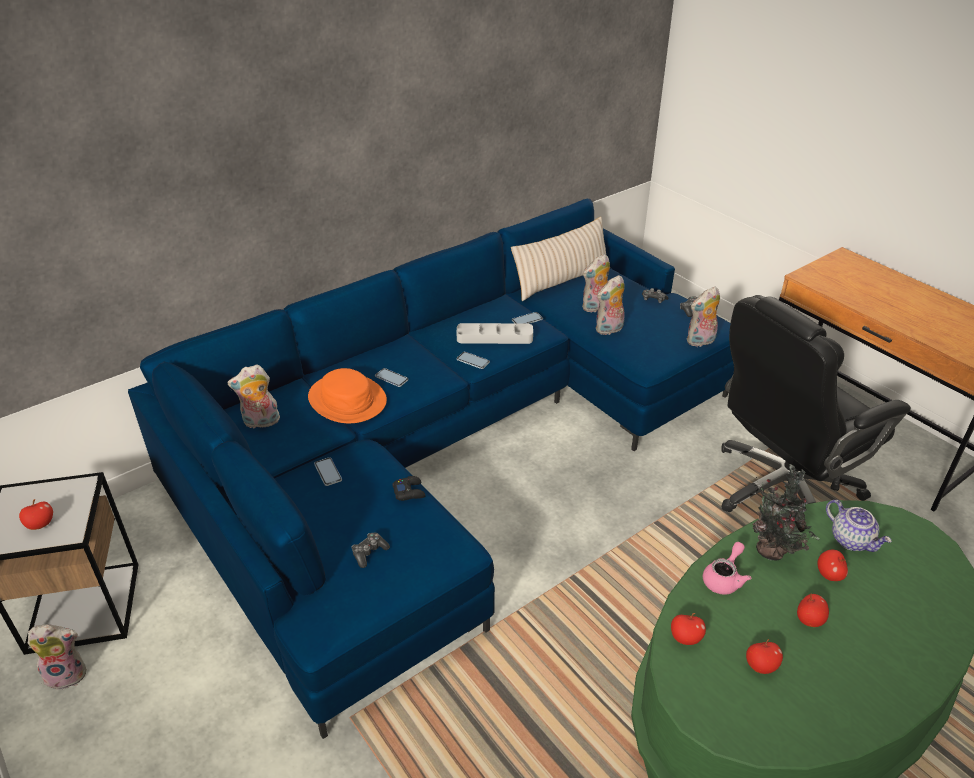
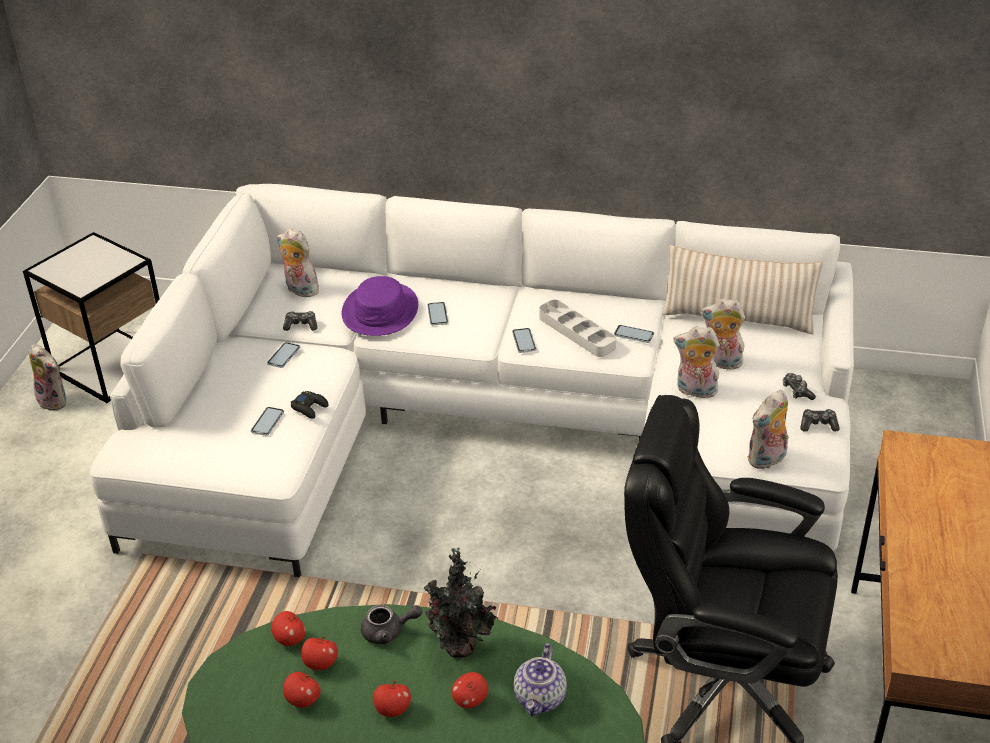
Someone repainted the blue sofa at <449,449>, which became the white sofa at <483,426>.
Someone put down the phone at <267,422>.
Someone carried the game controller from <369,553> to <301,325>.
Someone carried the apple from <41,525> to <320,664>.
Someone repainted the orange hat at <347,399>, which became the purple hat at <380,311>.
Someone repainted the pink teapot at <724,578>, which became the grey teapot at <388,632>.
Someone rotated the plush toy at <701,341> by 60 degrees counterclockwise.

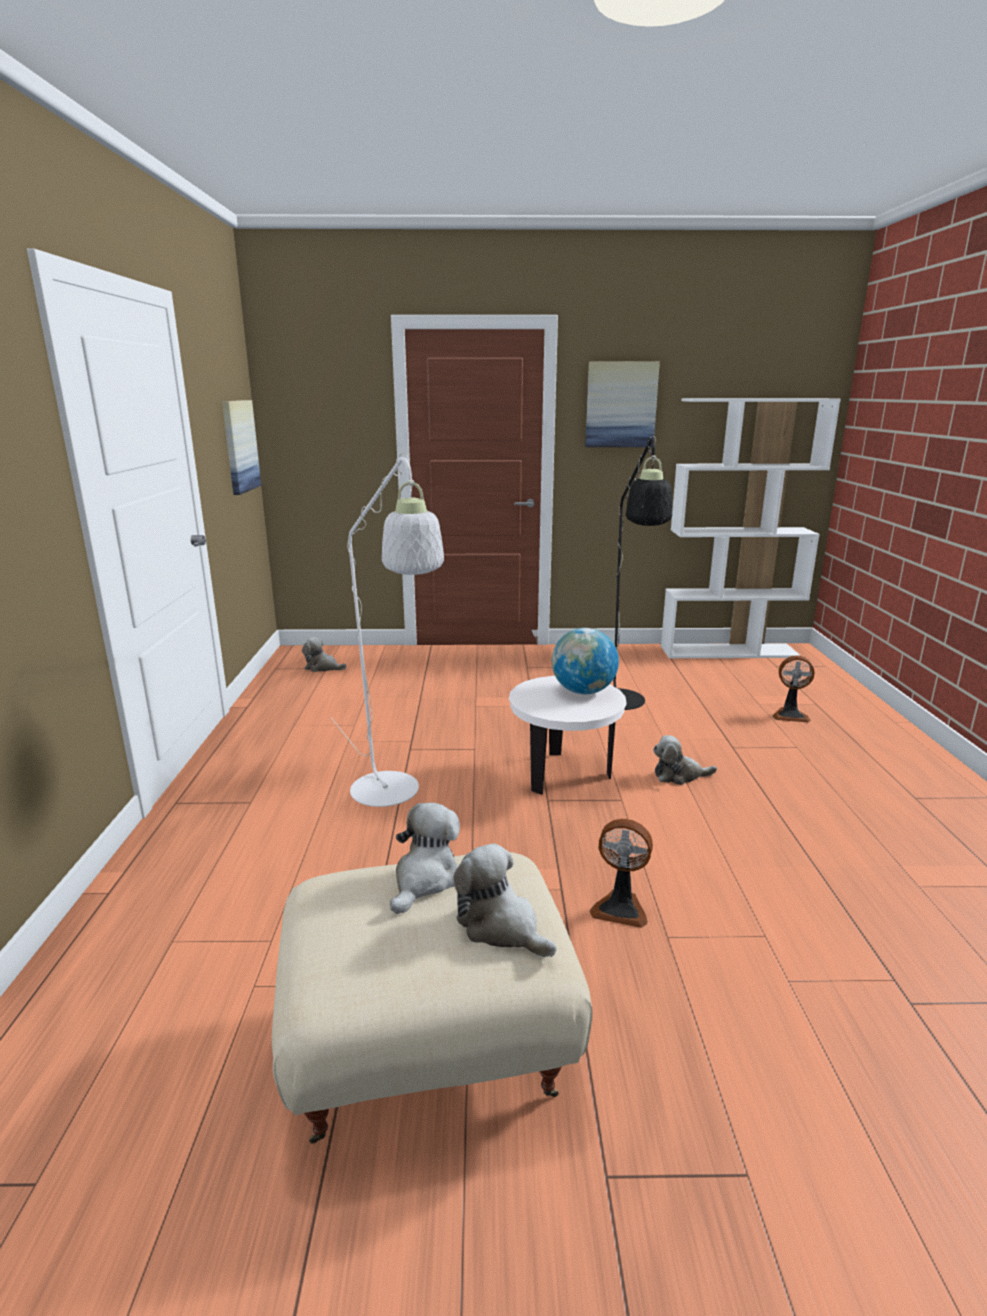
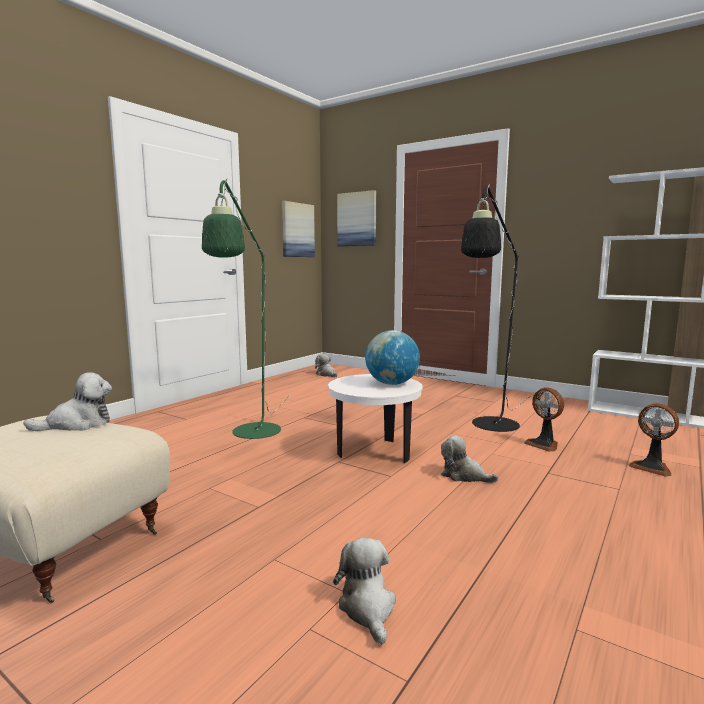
Someone repainted the white floor lamp at <392,797>, which became the green floor lamp at <253,435>.
Someone carried the plush toy from <501,926> to <368,608>.
Someone carried the picture from <621,405> to <357,219>.
Someone carried the fan from <620,908> to <544,444>.

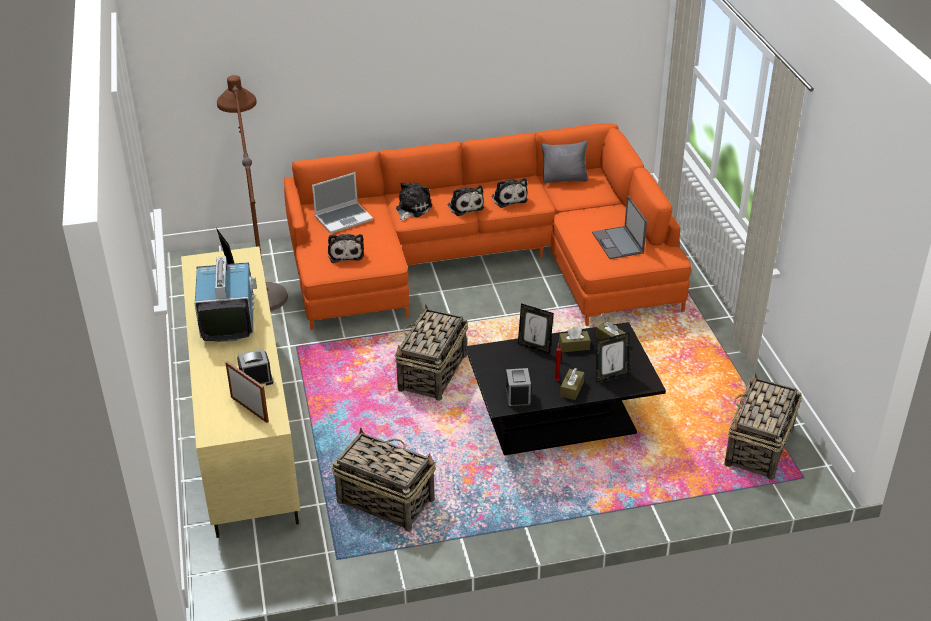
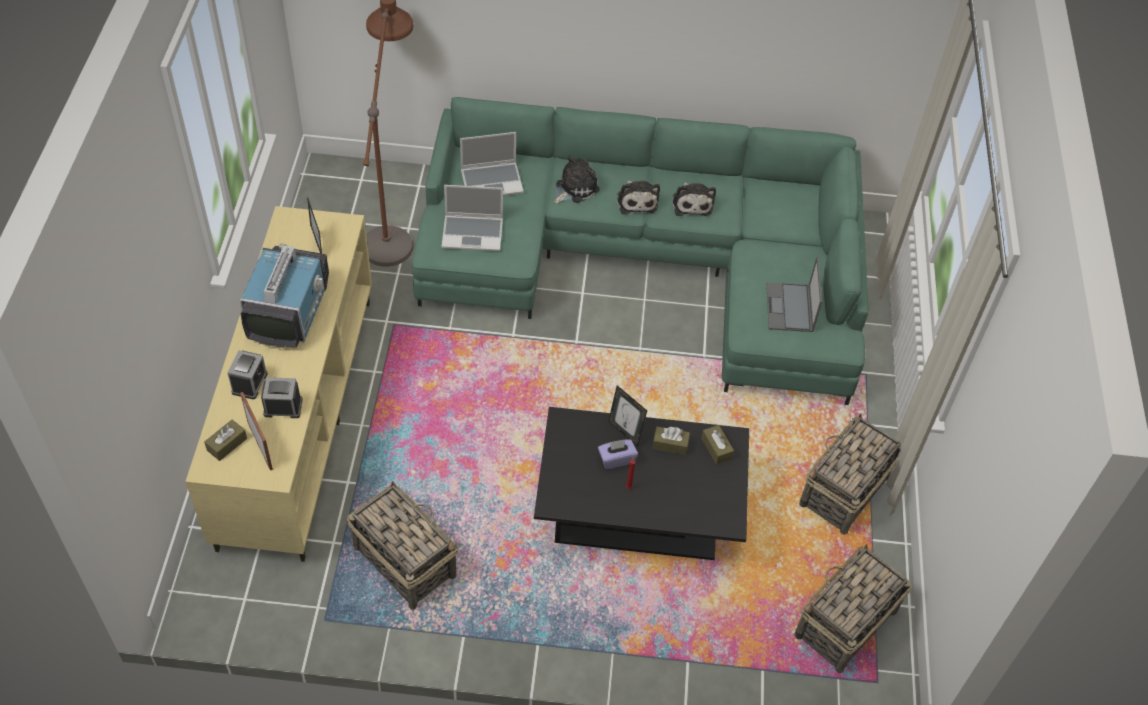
Someone carried the brown tissue box from <571,389> to <227,444>.
Someone carried the alarm clock from <517,397> to <249,383>.
Someone repainted the orange sofa at <486,260>, which became the green sofa at <652,263>.
Someone swapped the plush toy at <346,253> for the laptop at <473,233>.
Someone put down the purple tissue box at <616,459>.
Someone carried the basket from <432,373> to <844,491>.
Someone took away the grey pillow at <564,179>.
Someone took away the picture frame at <611,376>.

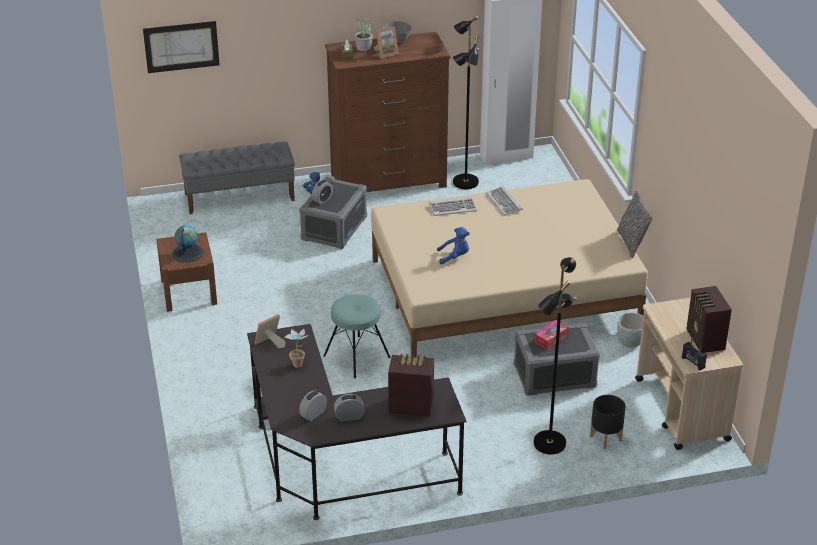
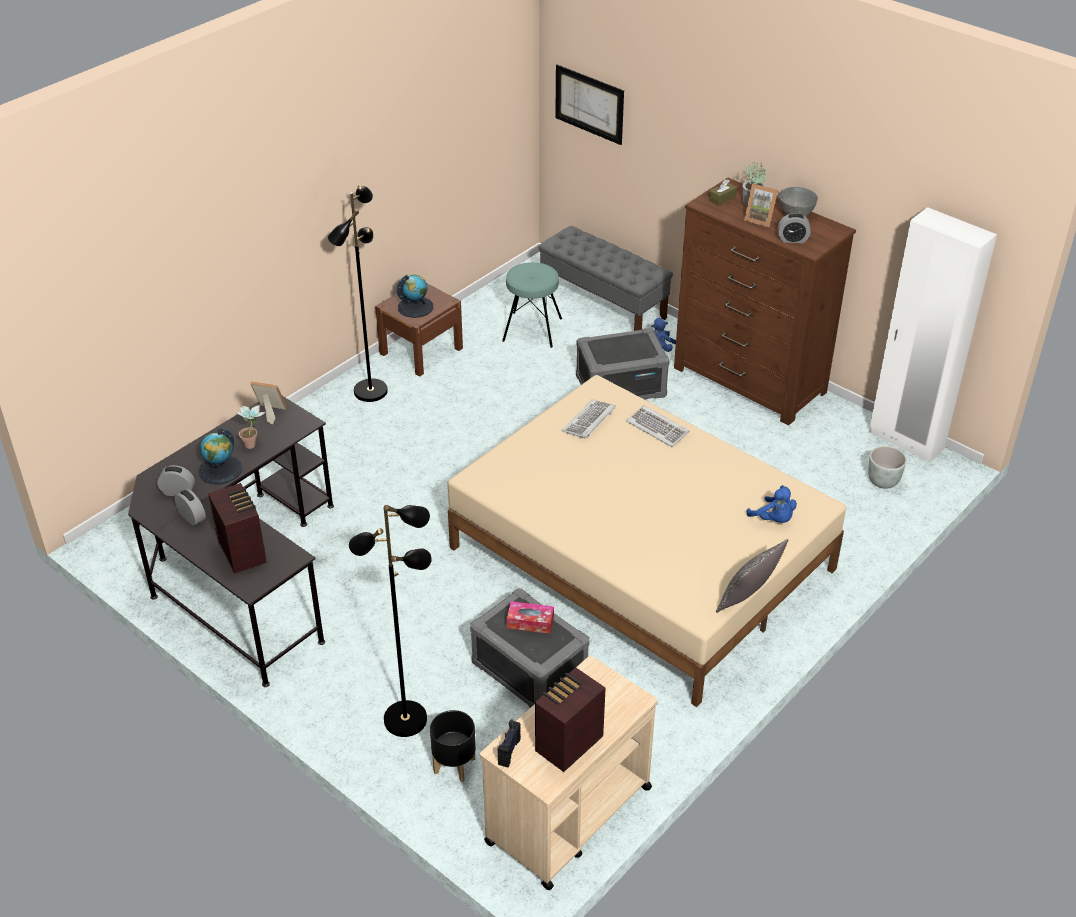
Someone put down the globe at <220,470>.
Someone carried the black floor lamp from <464,182> to <369,391>.
Someone carried the turquoise stool from <357,357> to <532,330>.
Someone carried the keyboard from <504,202> to <589,421>.
Someone carried the blue plush toy from <454,257> to <773,519>.
Someone carried the alarm clock from <322,199> to <792,239>.
Someone carried the grey planter from <630,342> to <883,482>.

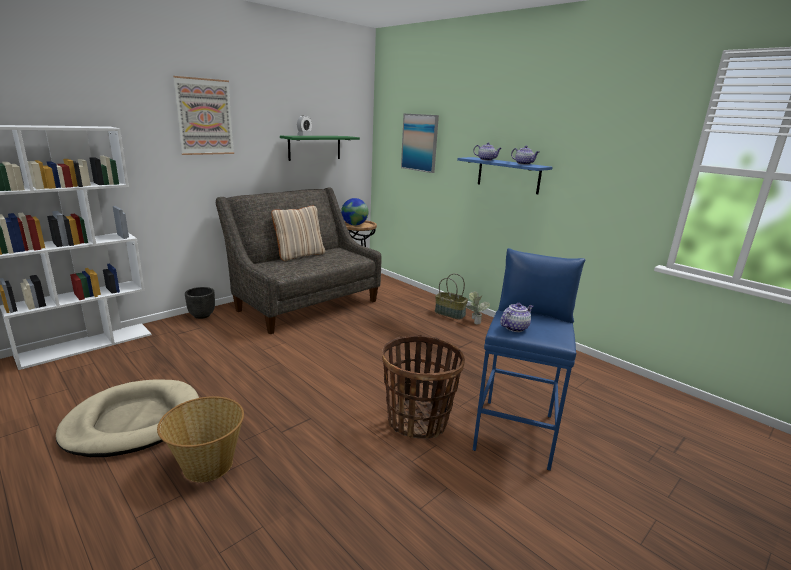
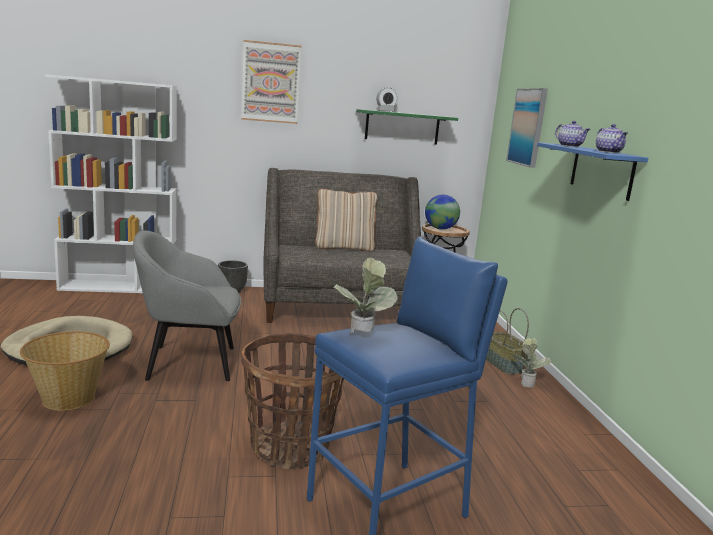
Someone put down the grey armchair at <189,363>.
Someone swapped the teapot at <515,327> for the potted plant at <362,336>.

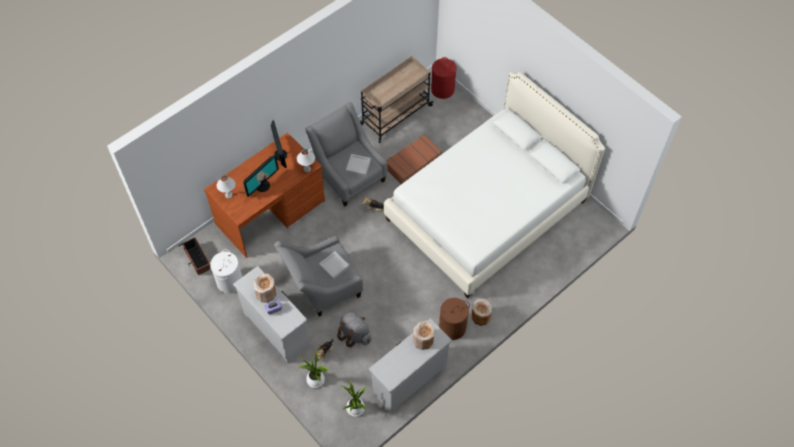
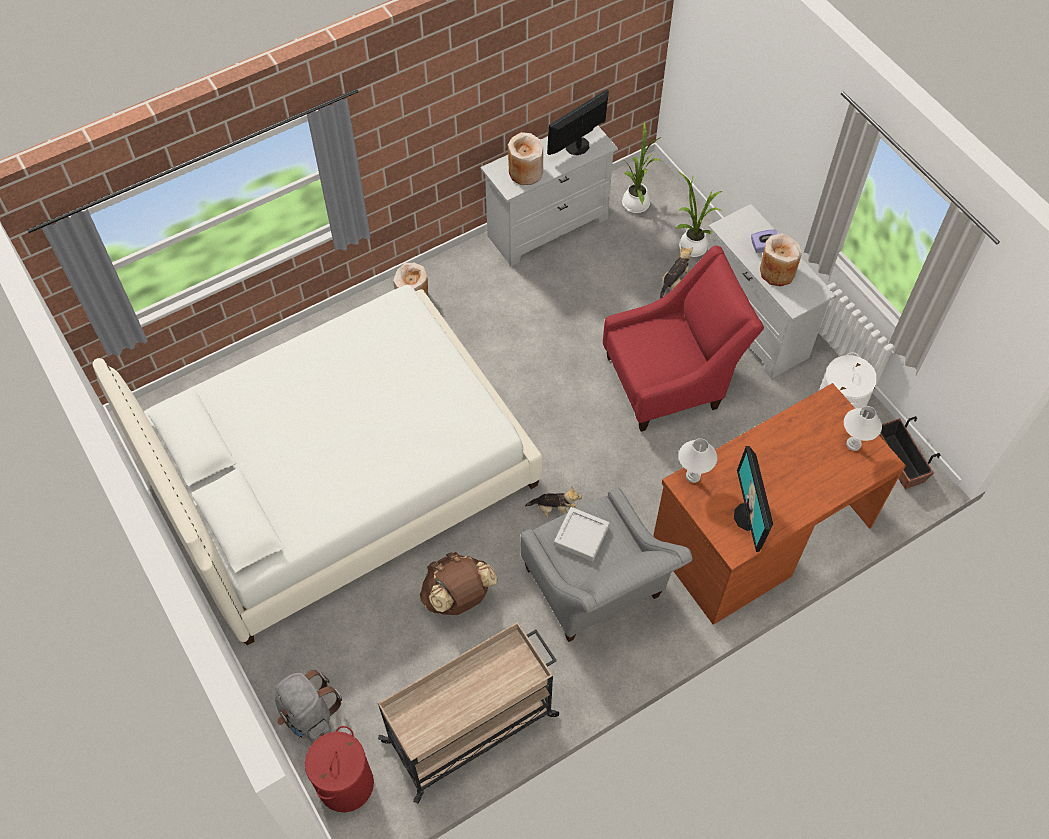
Someone carried the grey backpack from <354,335> to <309,715>.
Someone swapped the brown suitcase at <413,164> for the brown backpack at <458,597>.
Someone carried the monitor from <262,185> to <577,146>.
Someone repainted the grey armchair at <322,288>, which became the red armchair at <670,380>.
Someone took away the grey tray at <334,266>.
Someone took away the brown laundry basket at <452,327>.

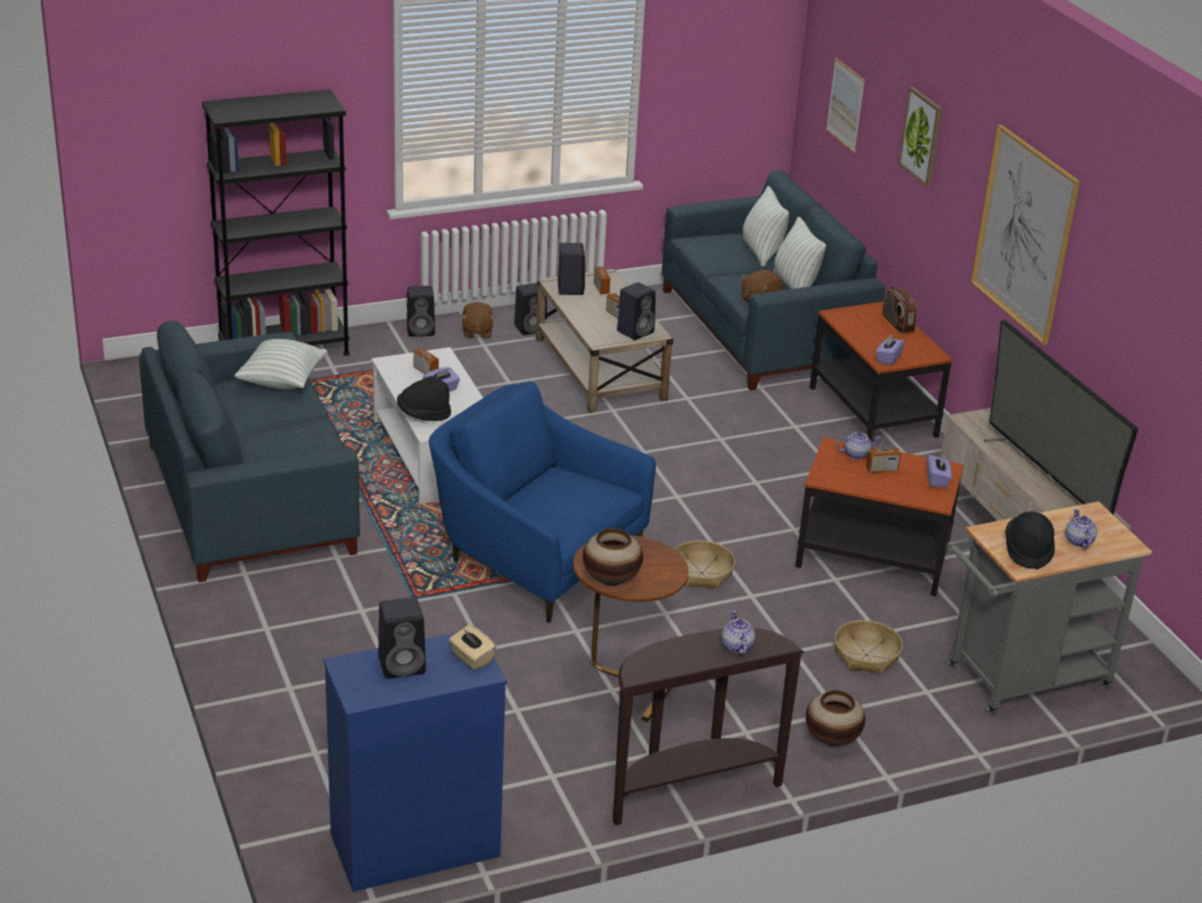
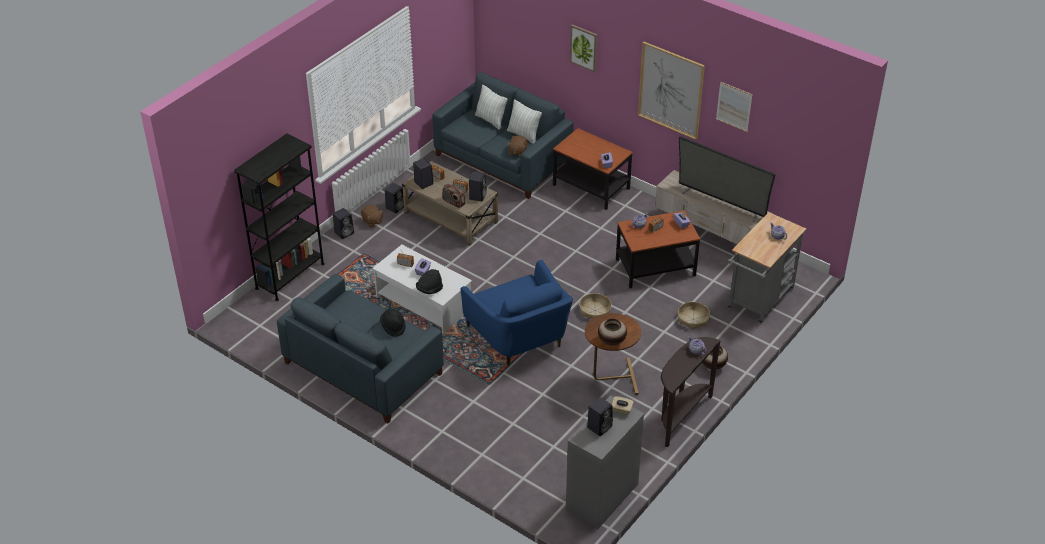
Someone carried the black hat from <1028,551> to <393,327>.
Someone carried the radio from <897,324> to <453,202>.
Someone rotated the blue armchair at <535,557> by 120 degrees counterclockwise.
Someone repainted the blue dresser at <413,846>, which became the grey dresser at <601,497>.
Someone carried the picture from <845,105> to <734,106>.
Someone took away the pillow at <282,381>.

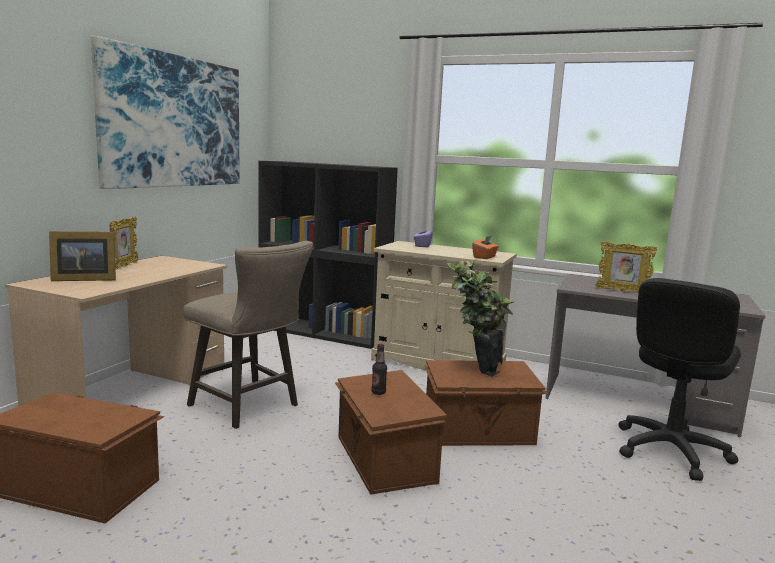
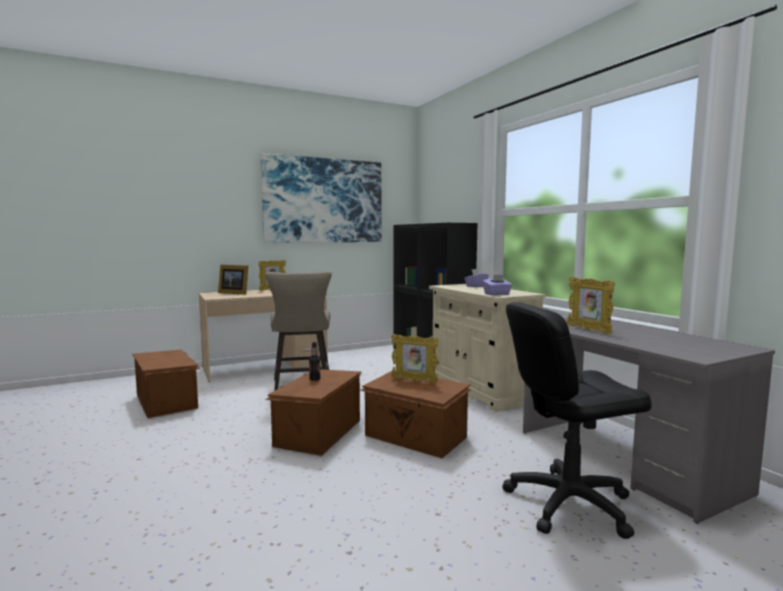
Someone swapped the potted plant at <474,369> for the picture frame at <414,380>.
Someone repainted the orange tissue box at <484,257>, which became the purple tissue box at <497,294>.

